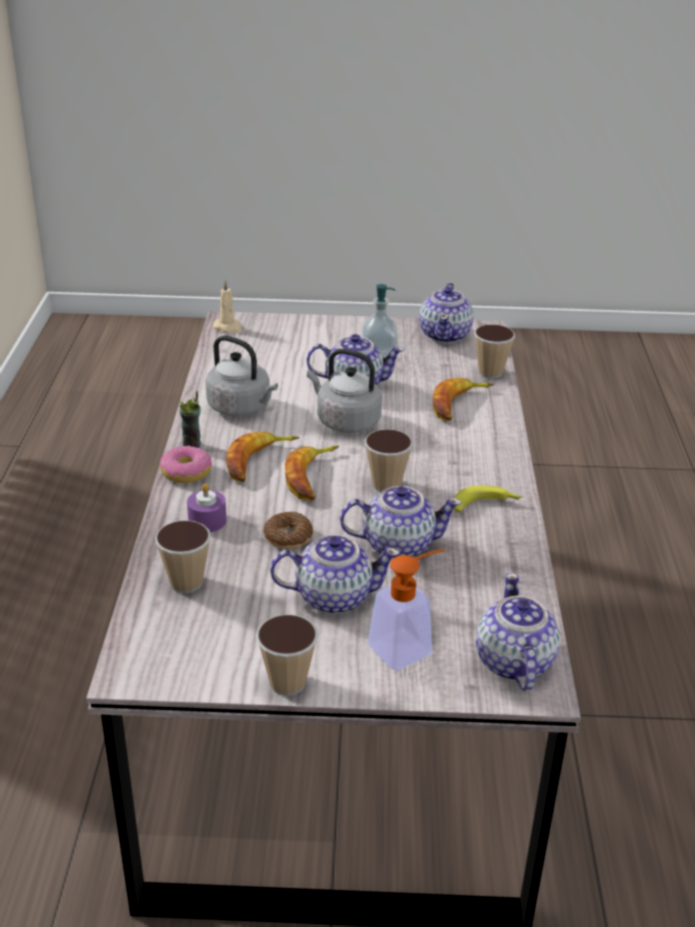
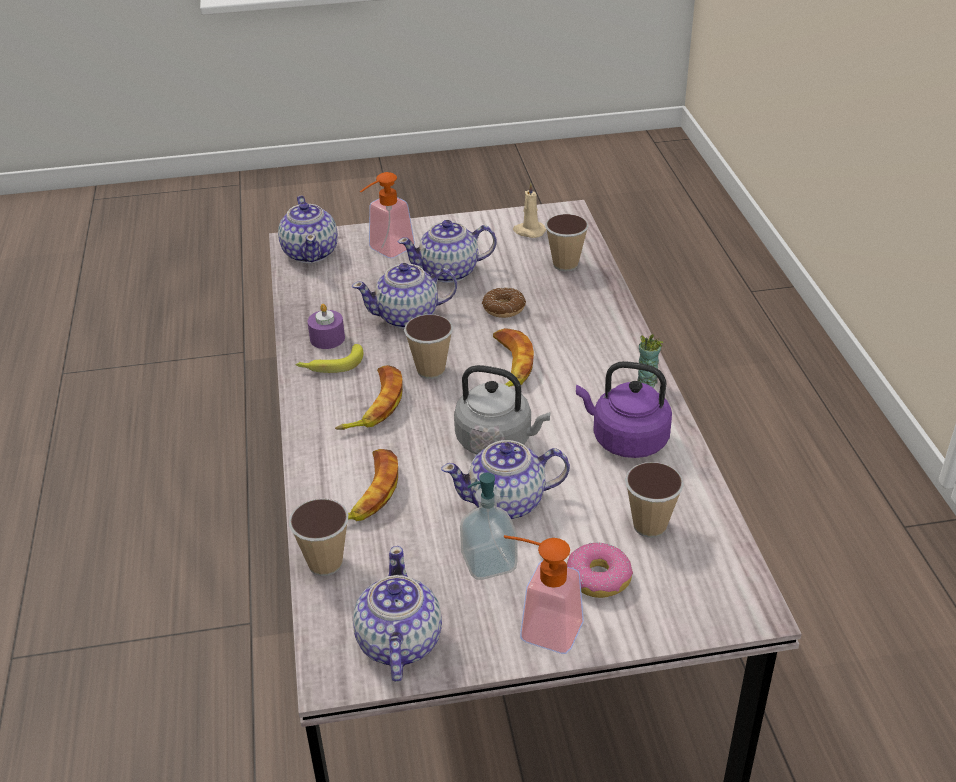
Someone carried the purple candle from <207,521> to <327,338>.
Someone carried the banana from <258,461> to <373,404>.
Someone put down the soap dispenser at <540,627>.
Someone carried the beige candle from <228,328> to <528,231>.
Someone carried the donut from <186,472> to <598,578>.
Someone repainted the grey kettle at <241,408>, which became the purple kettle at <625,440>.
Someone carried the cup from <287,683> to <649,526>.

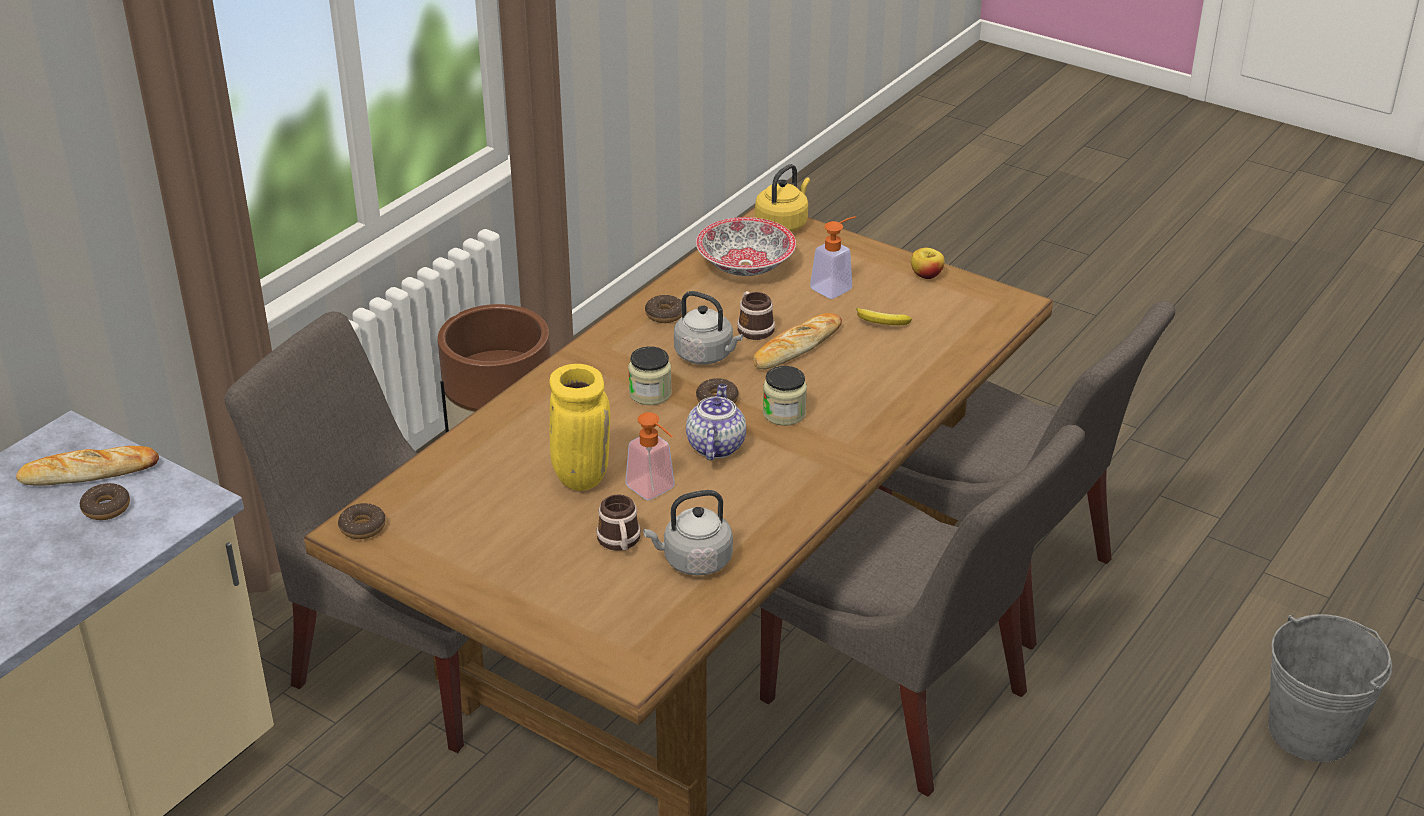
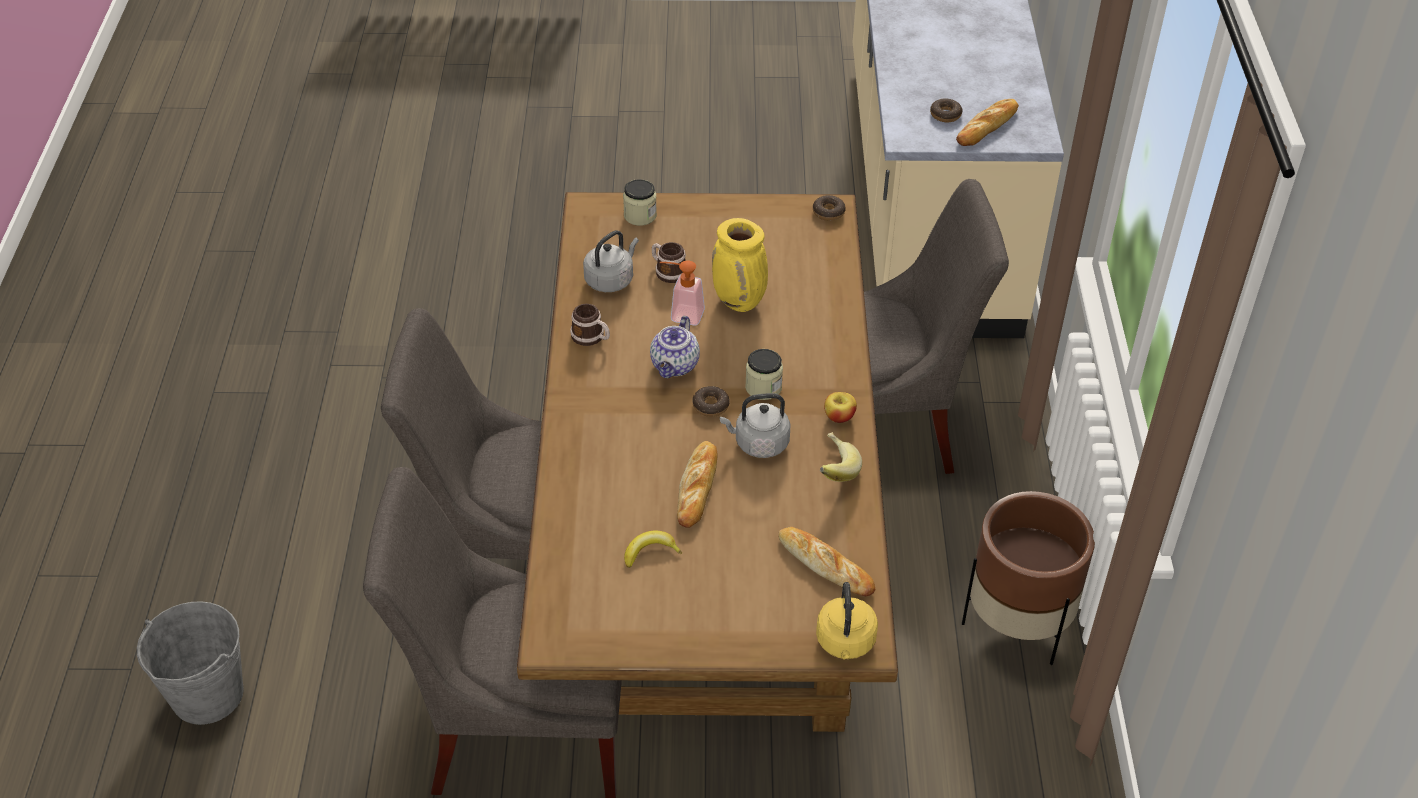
Someone carried the mug from <753,327> to <591,337>.
Someone carried the jar from <784,413> to <640,215>.
Someone rotated the teapot at <715,445> by 45 degrees clockwise.
Someone swapped the bowl at <745,264> for the bread at <825,565>.
Someone swapped the donut at <665,314> for the banana at <832,469>.
Someone carried the apple from <926,275> to <839,417>.
Someone took away the soap dispenser at <836,286>.

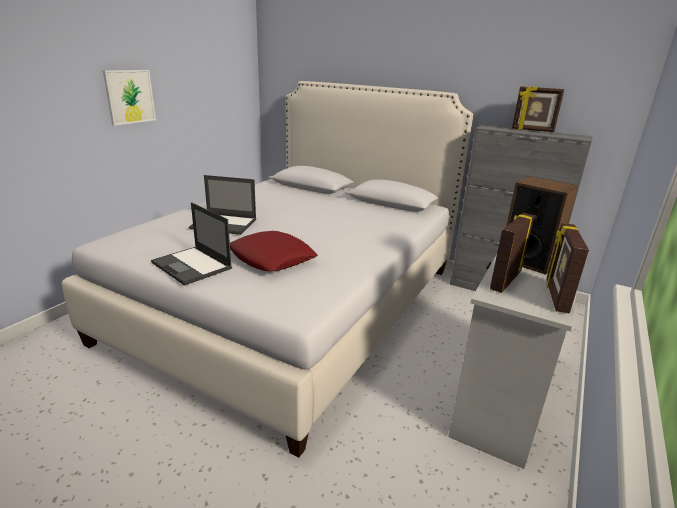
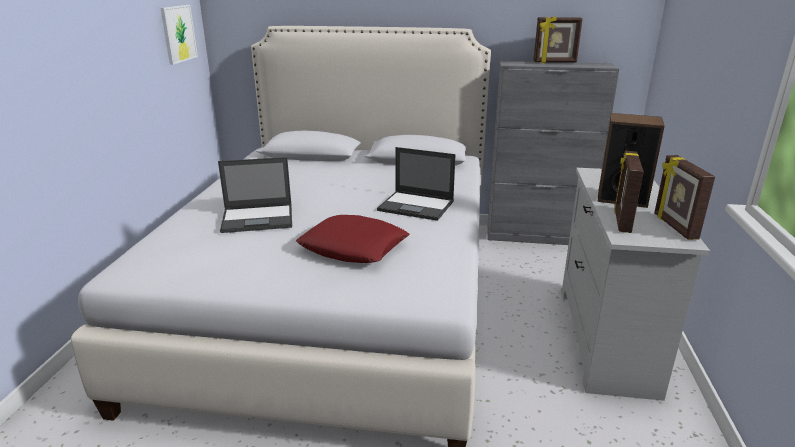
Someone carried the picture from <130,96> to <178,33>.
Someone carried the laptop from <192,265> to <417,206>.

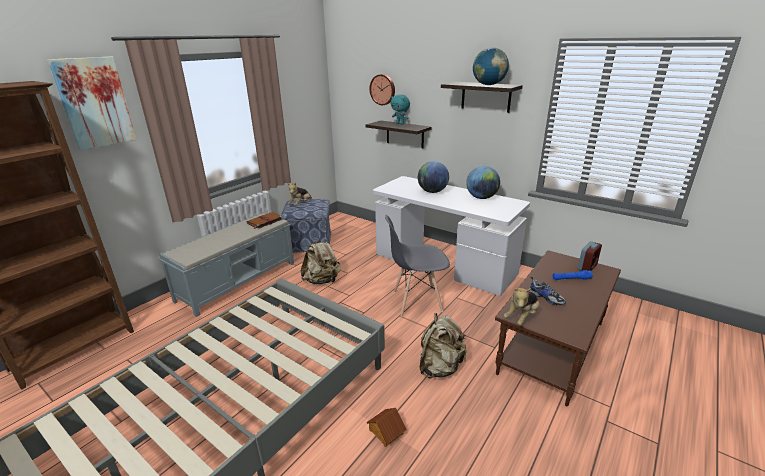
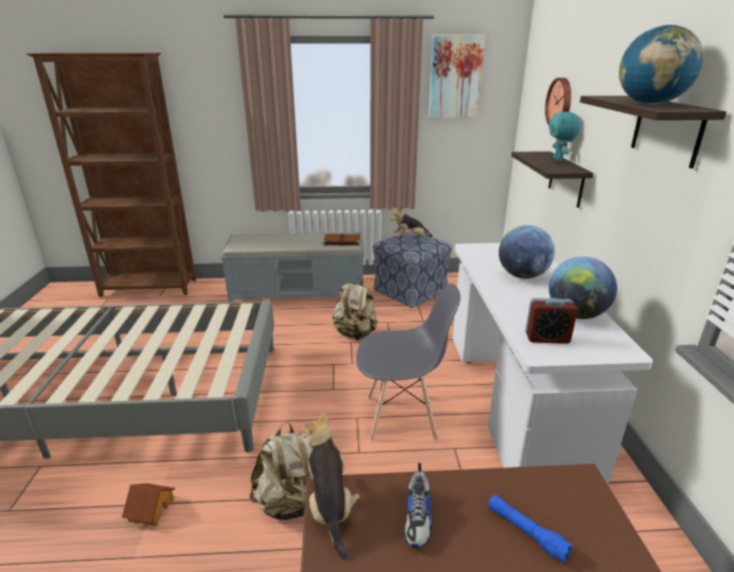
Someone rotated the plush toy at <522,317> by 75 degrees clockwise.
Someone rotated the grey chair at <416,301> by 135 degrees clockwise.
Someone carried the picture from <94,103> to <455,77>.
Someone carried the alarm clock from <587,267> to <547,338>.

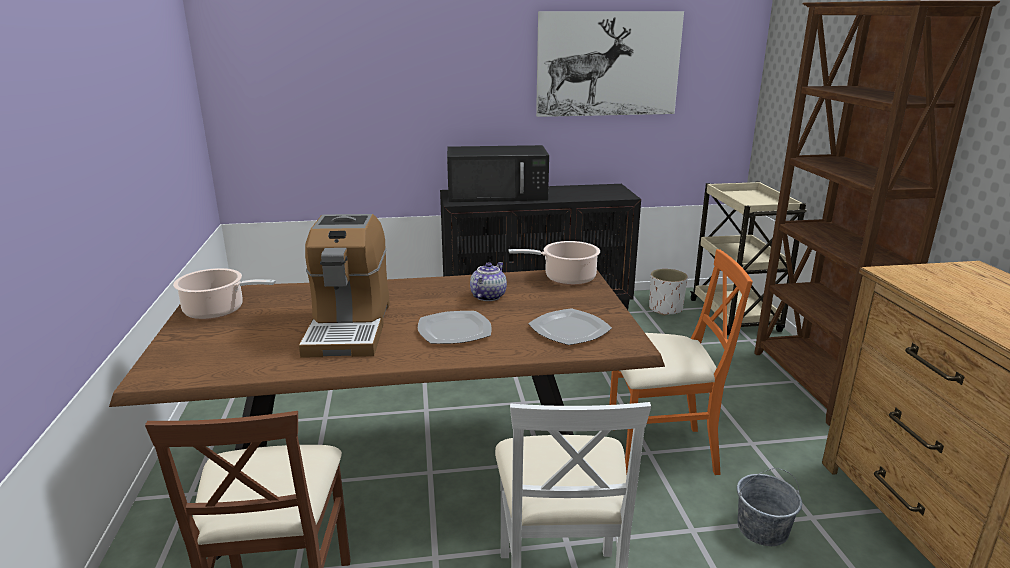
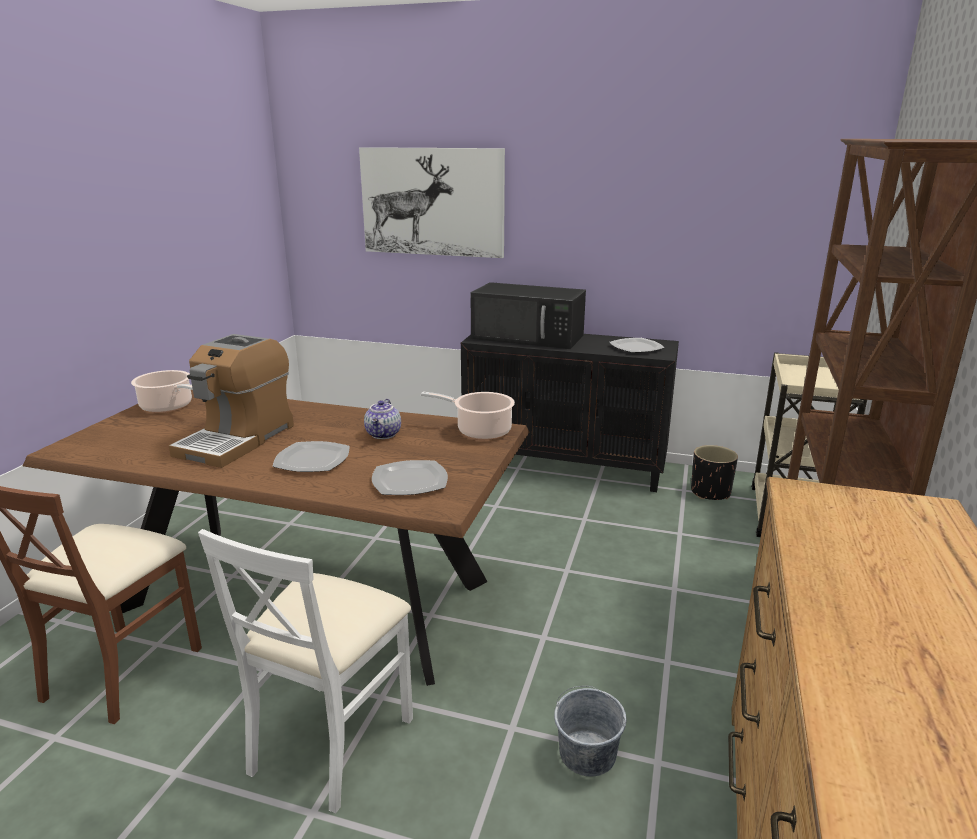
Someone carried the picture from <608,64> to <432,202>.
Someone rotated the teapot at <487,296> by 135 degrees clockwise.
Someone put down the plate at <635,347>.
Someone repainted the white planter at <665,309>, which became the black planter at <710,492>.
Someone took away the orange chair at <659,451>.

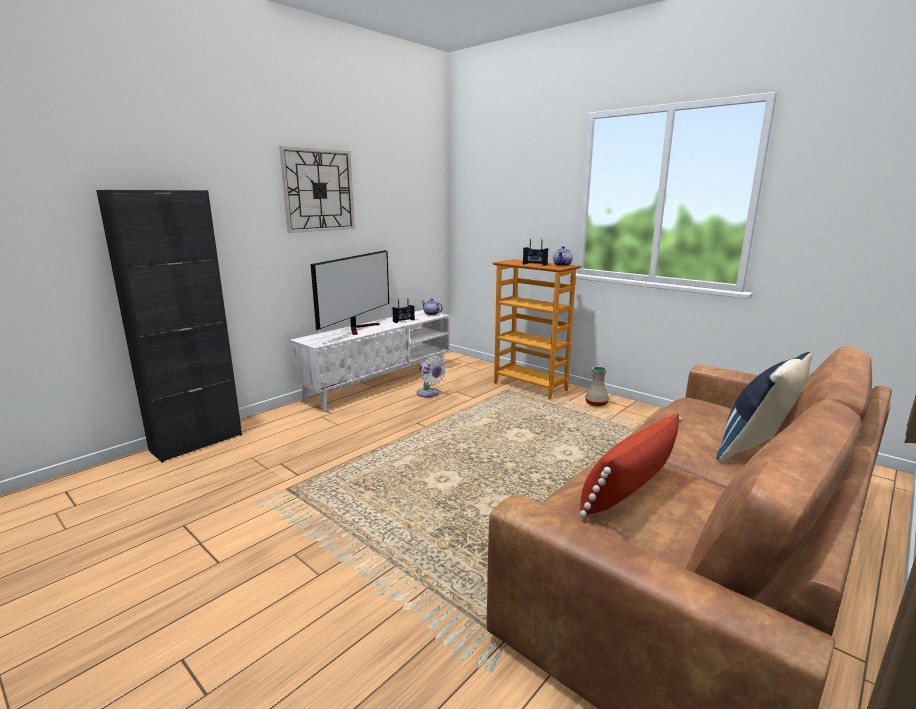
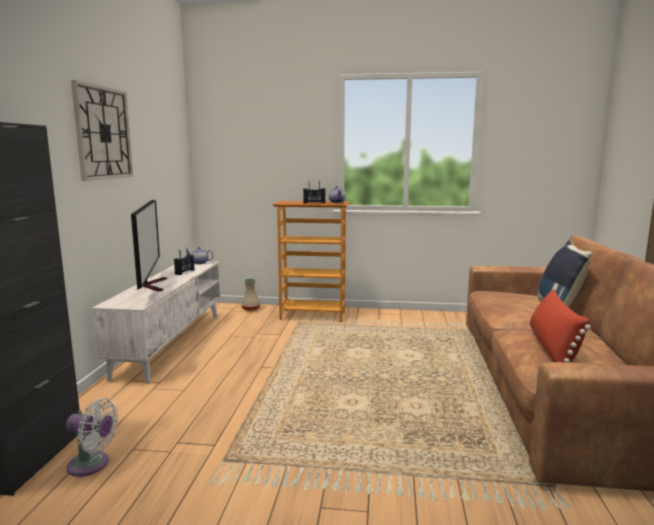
Someone carried the white fan from <429,394> to <92,465>.
Someone carried the beige vase from <597,404> to <251,309>.

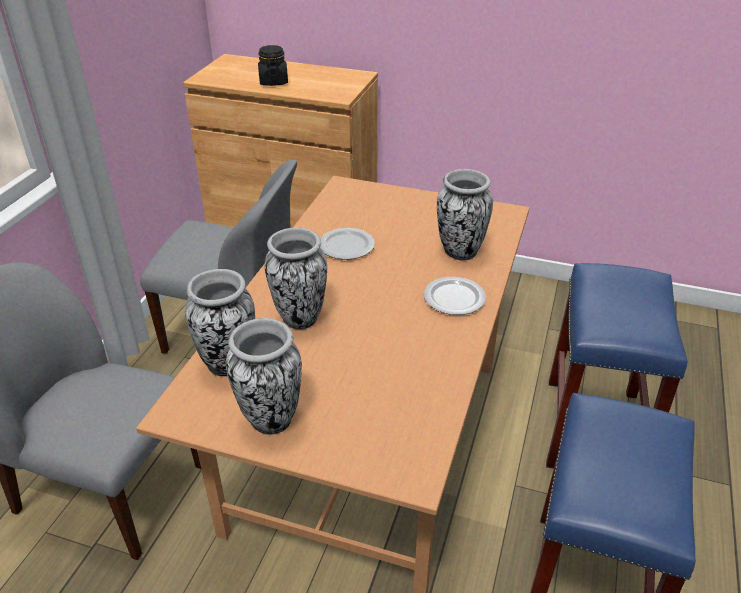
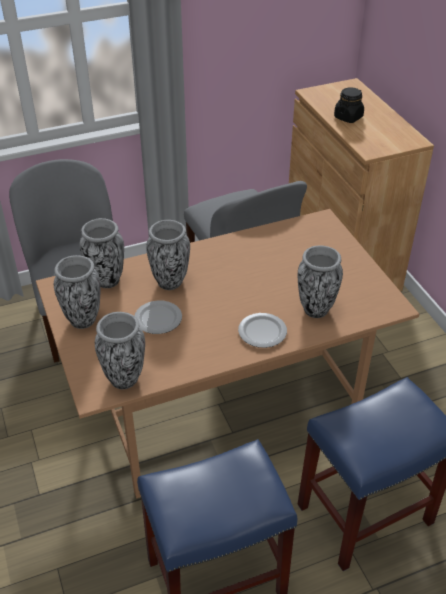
Someone put down the vase at <124,378>.
Someone carried the plate from <346,246> to <157,319>.

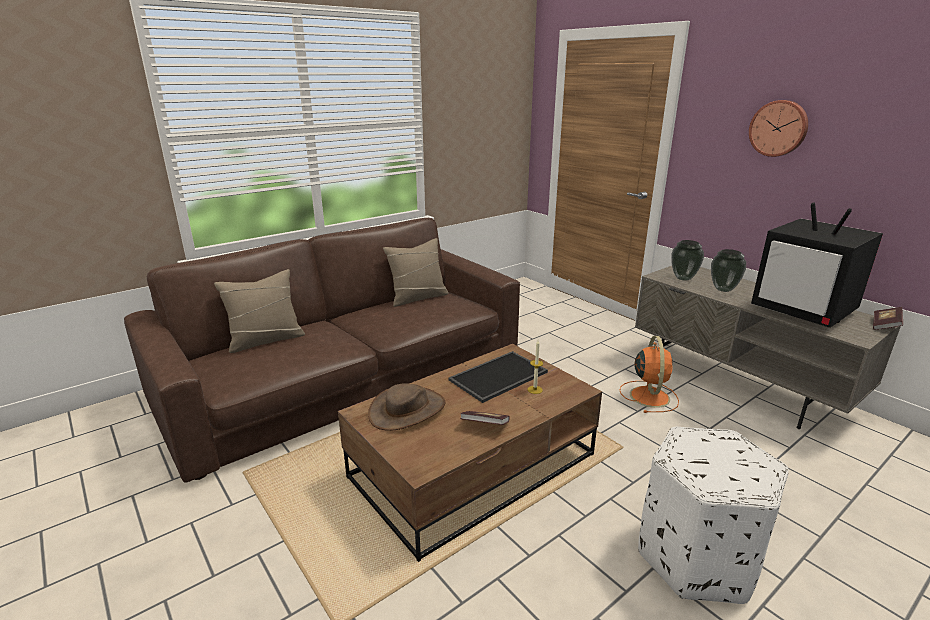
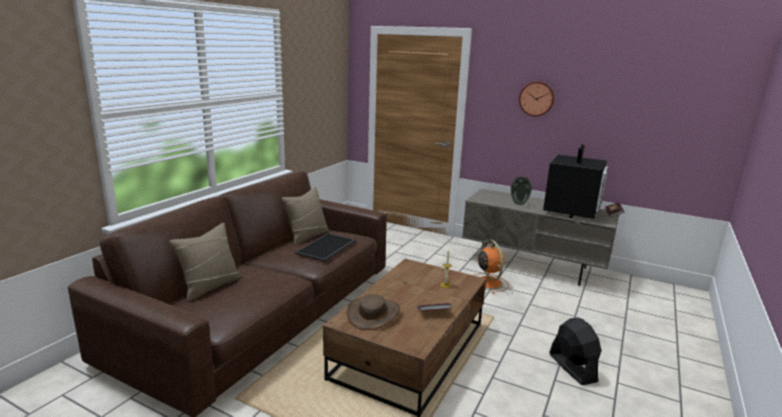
Someone carried the tray from <498,377> to <327,247>.
Someone rotated the television at <804,311> by 90 degrees counterclockwise.
Someone swapped the white ottoman at <696,556> for the black fan at <572,367>.
Someone took away the vase at <684,278>.

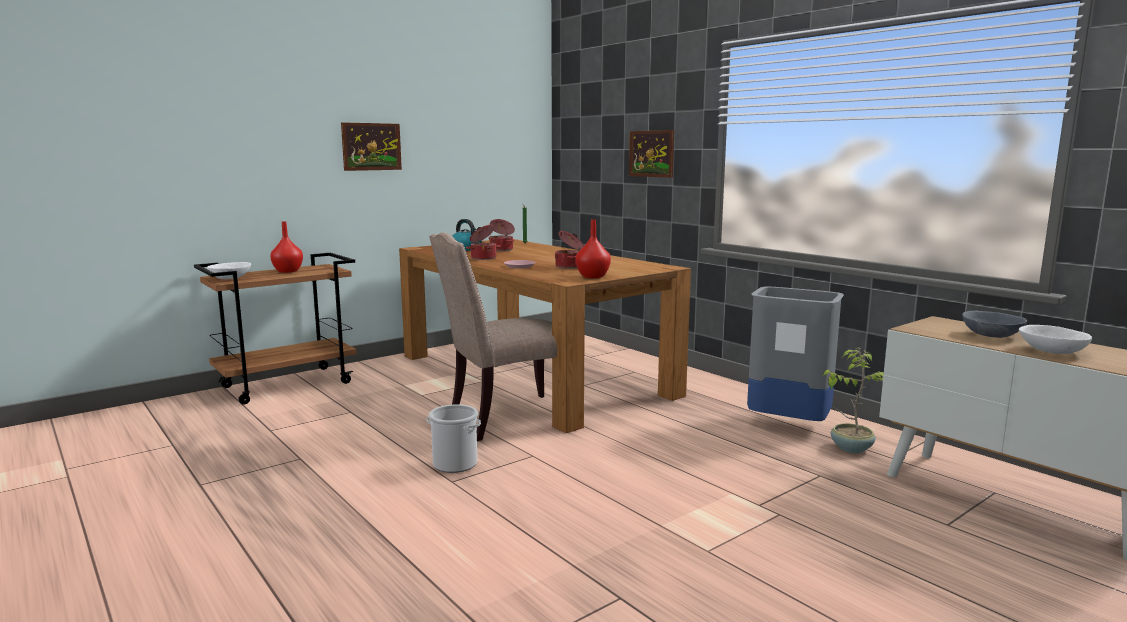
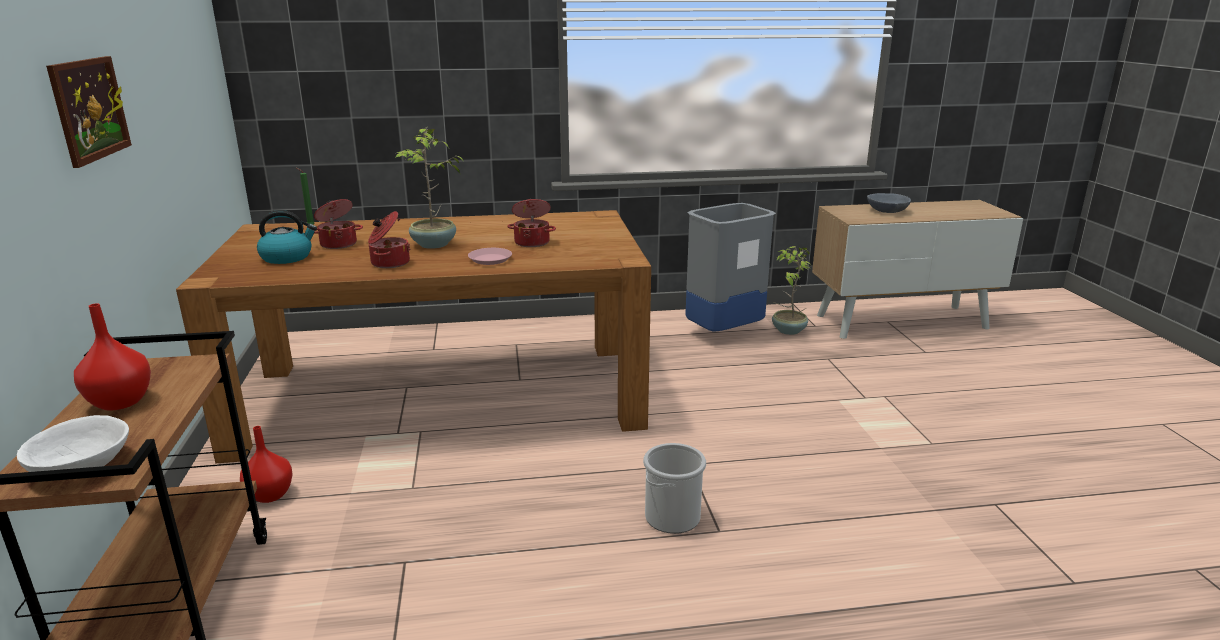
Someone carried the red vase from <593,276> to <269,494>.
Someone put down the potted plant at <433,245>.
Someone took away the beige chair at <508,419>.
Someone took away the picture at <651,153>.
Someone took away the white bowl at <1050,351>.

